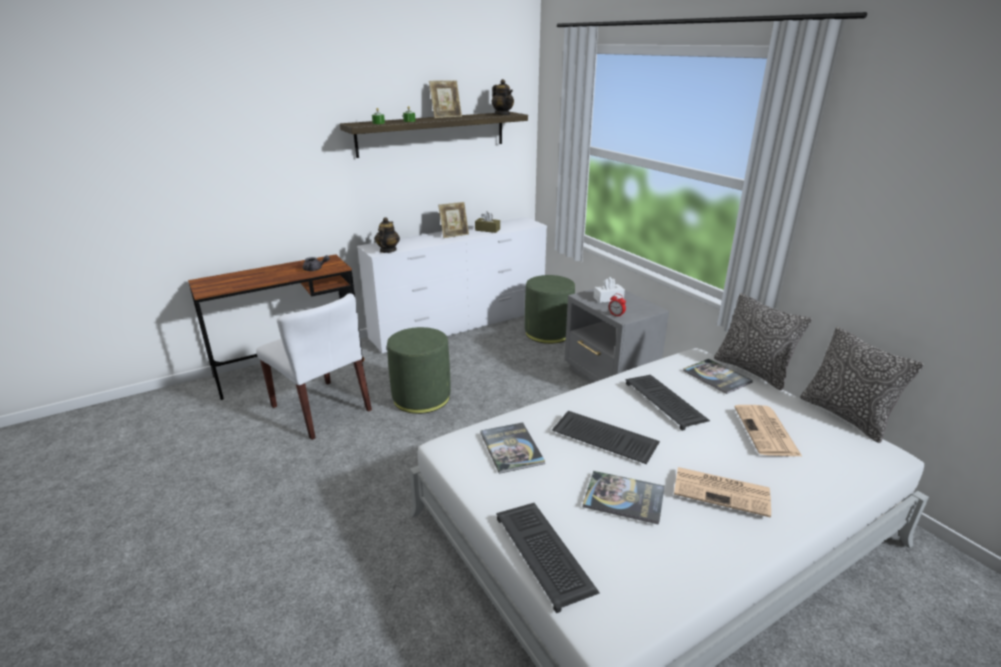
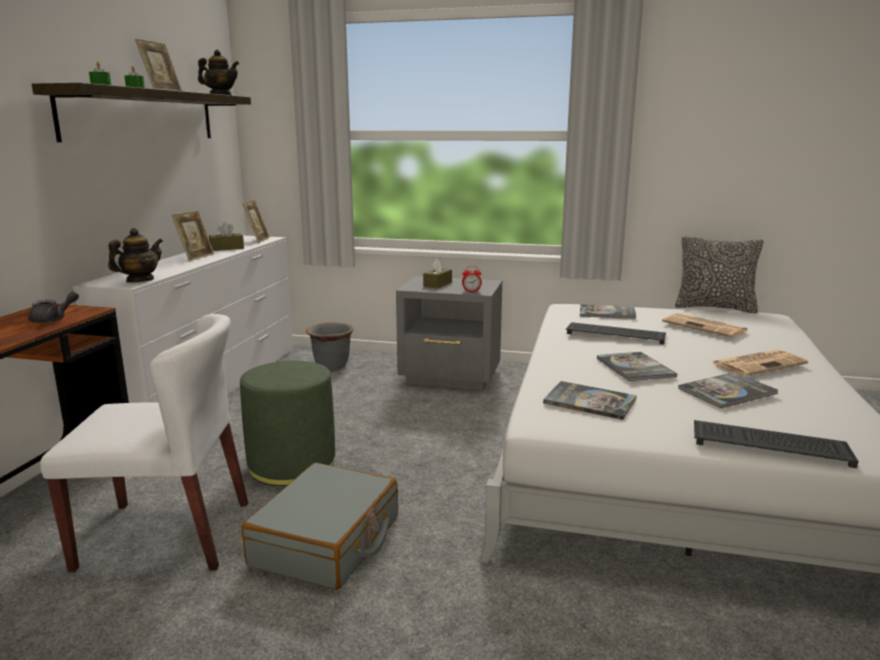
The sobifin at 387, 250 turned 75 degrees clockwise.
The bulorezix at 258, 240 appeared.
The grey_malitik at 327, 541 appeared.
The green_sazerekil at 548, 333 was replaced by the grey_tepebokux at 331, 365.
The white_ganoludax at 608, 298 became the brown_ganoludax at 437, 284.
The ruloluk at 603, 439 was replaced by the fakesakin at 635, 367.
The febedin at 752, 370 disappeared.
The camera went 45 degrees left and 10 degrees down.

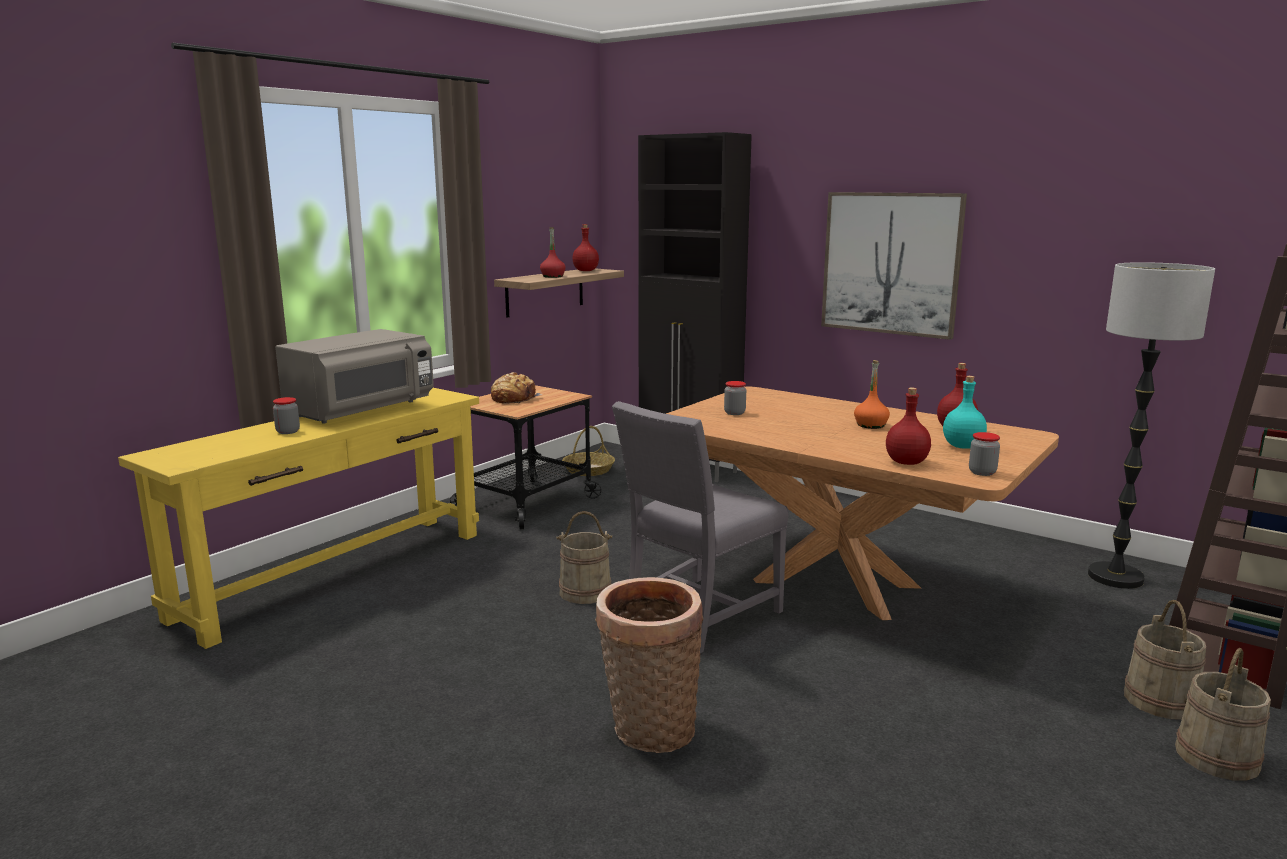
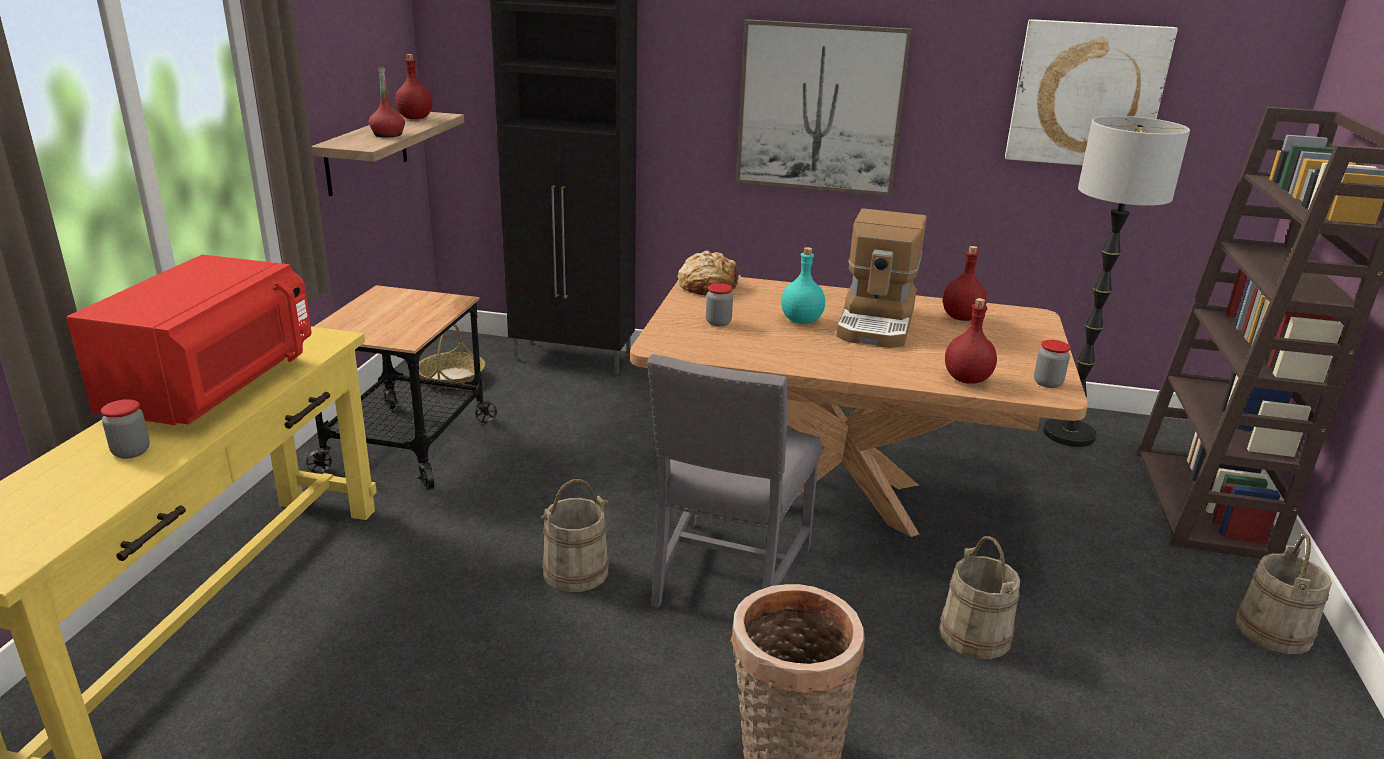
The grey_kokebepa at 361, 411 became the red_kokebepa at 213, 387.
The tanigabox moved from 513, 398 to 707, 285.
The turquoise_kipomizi moved from 963, 446 to 802, 320.
The orange_kipomizi at 871, 425 was replaced by the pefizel at 877, 323.
The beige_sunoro moved from 1161, 700 to 975, 634.
The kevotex at 1086, 95 appeared.
The camera went 25 degrees left and 10 degrees up.

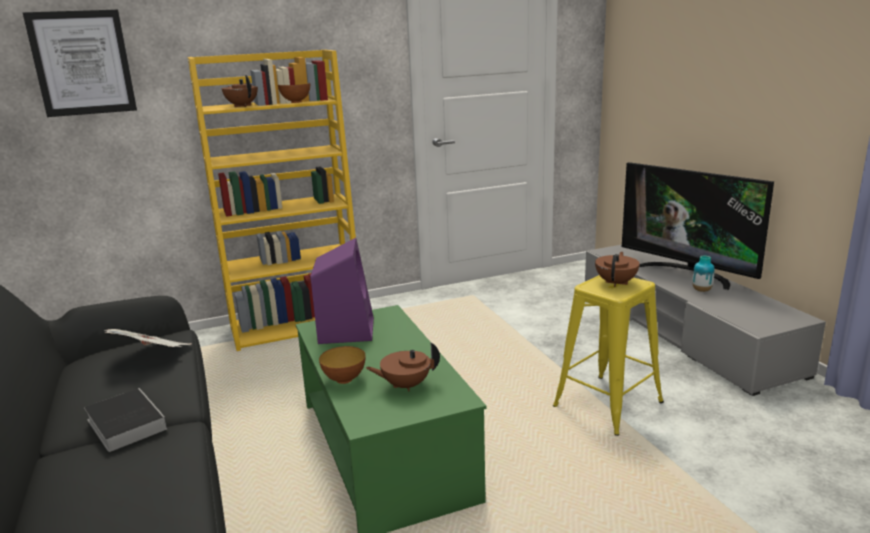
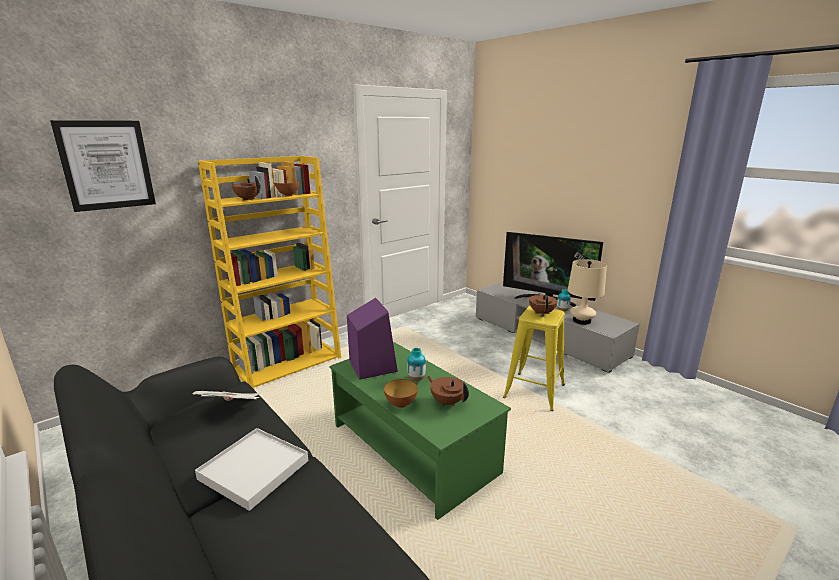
The fakesakin at 125, 423 was replaced by the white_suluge at 254, 470.
The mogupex at 416, 379 appeared.
The brown_sobifin at 405, 385 turned 75 degrees clockwise.
The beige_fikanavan at 581, 321 appeared.
The camera went 20 degrees left and 0 degrees up.

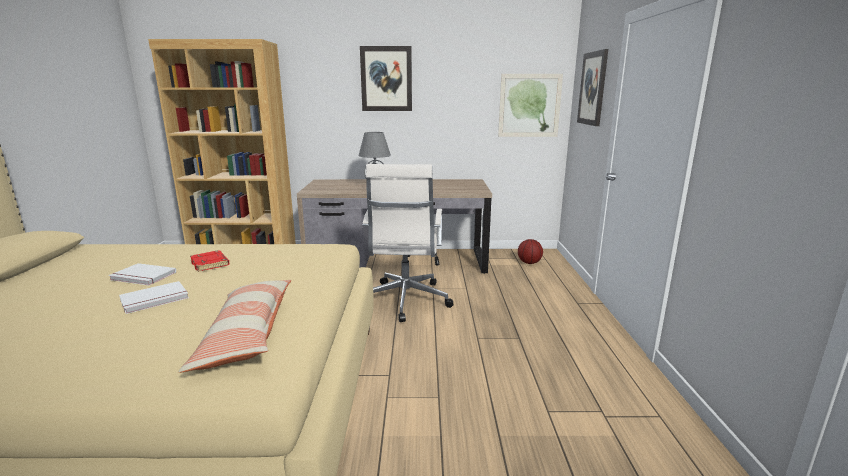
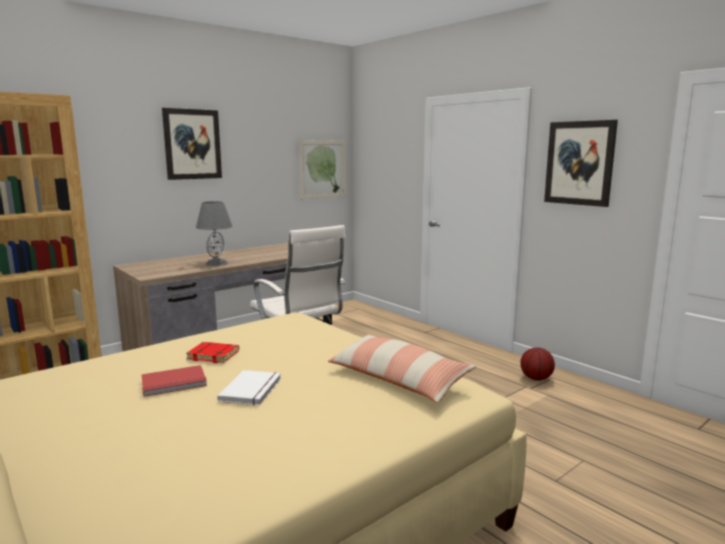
The white_fakesakin at 142, 277 became the red_fakesakin at 174, 383.
The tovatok moved from 529, 263 to 535, 378.
The kevotex moved from 592, 88 to 579, 163.
The camera went 40 degrees left and 5 degrees down.

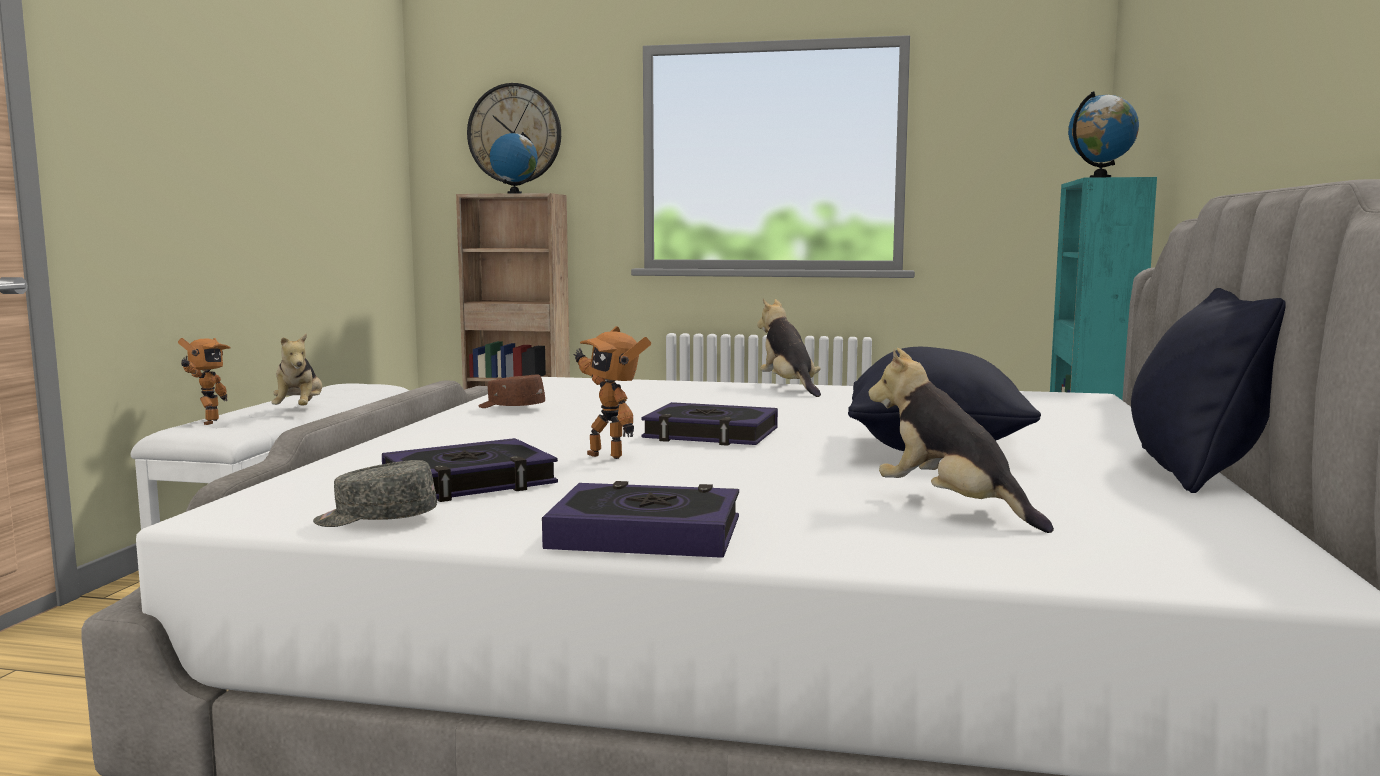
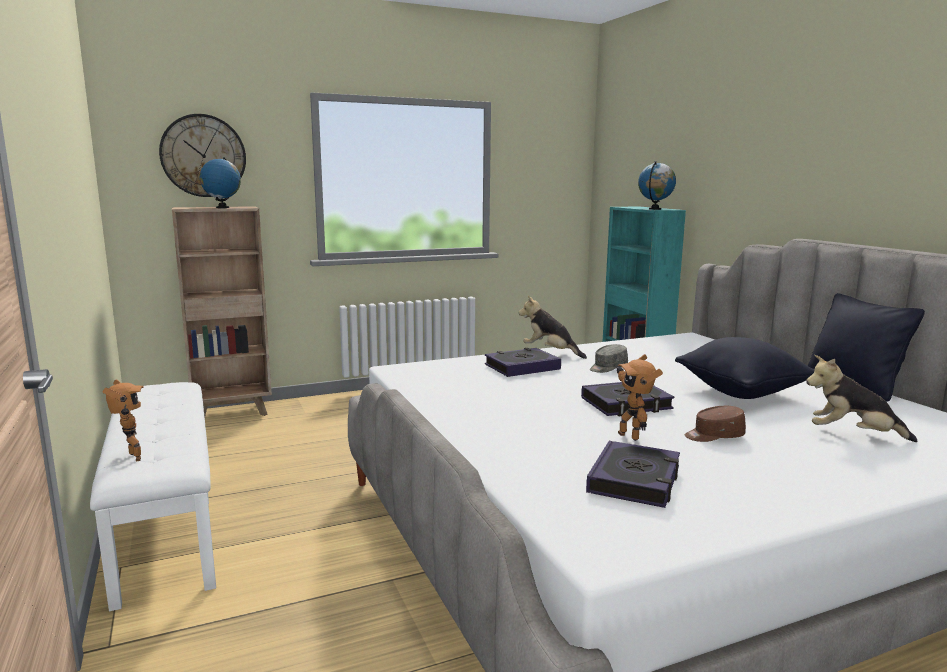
The fakesakin moved from 646, 534 to 522, 367.
The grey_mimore moved from 375, 520 to 607, 368.
The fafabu at 608, 455 turned 60 degrees clockwise.
The brown_mimore moved from 510, 408 to 714, 436.
The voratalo at 300, 410 disappeared.
The camera went 35 degrees left and 5 degrees up.

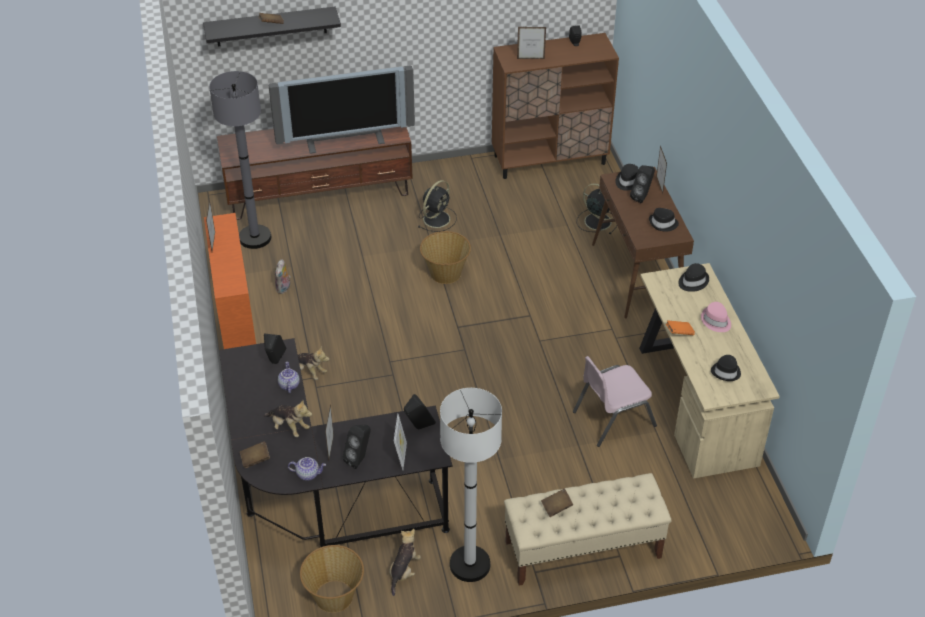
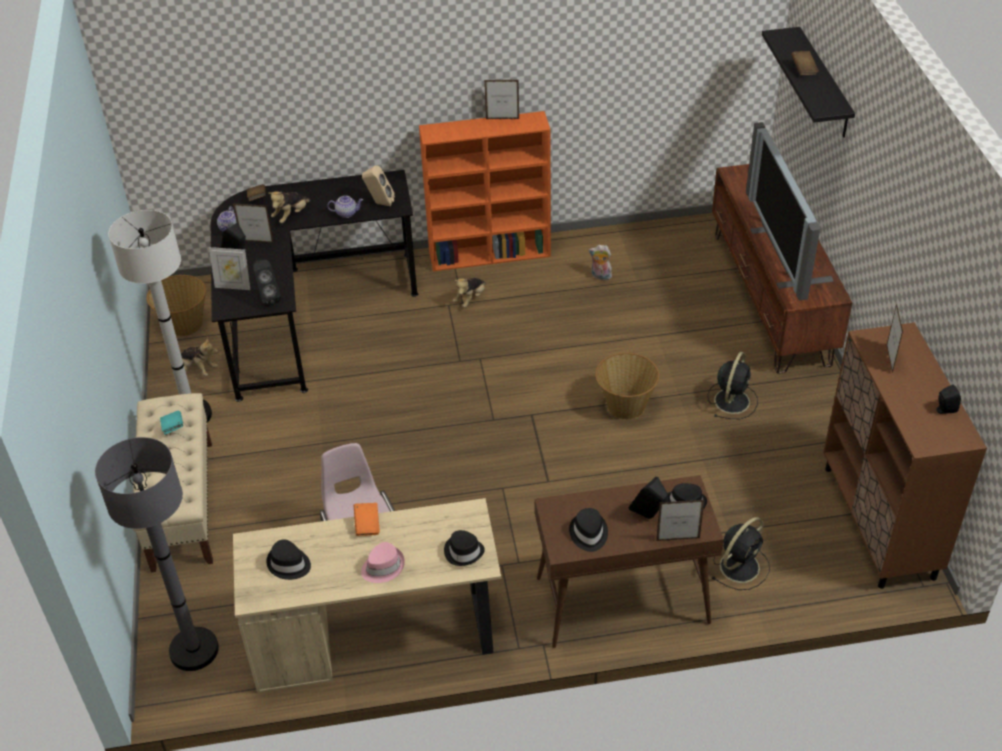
The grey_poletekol moved from 255, 238 to 194, 650.
The brown_fakesakin at 556, 507 became the turquoise_fakesakin at 173, 428.
The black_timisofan at 275, 362 became the beige_timisofan at 379, 203.
The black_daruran at 437, 218 turned 105 degrees counterclockwise.
The camera went 95 degrees right and 0 degrees up.

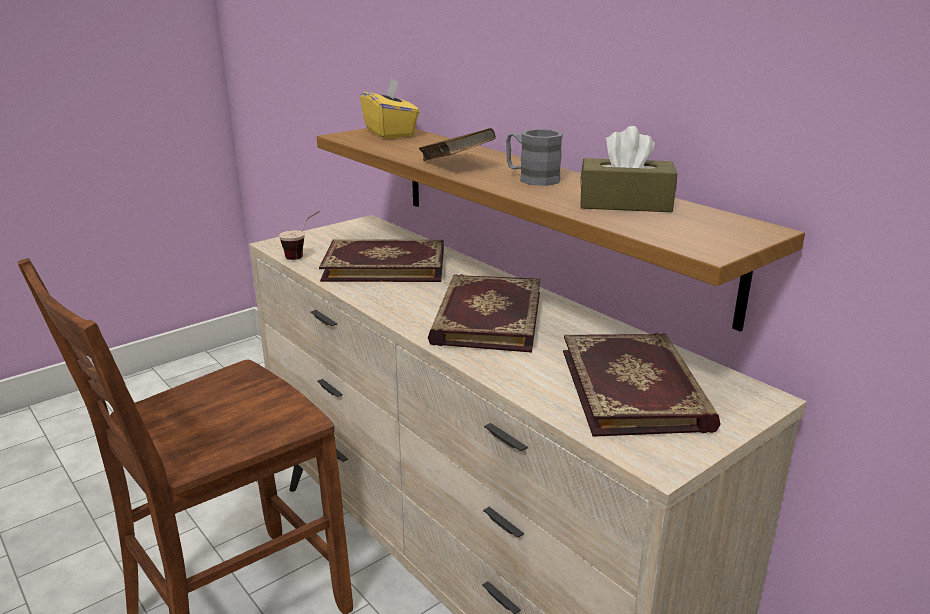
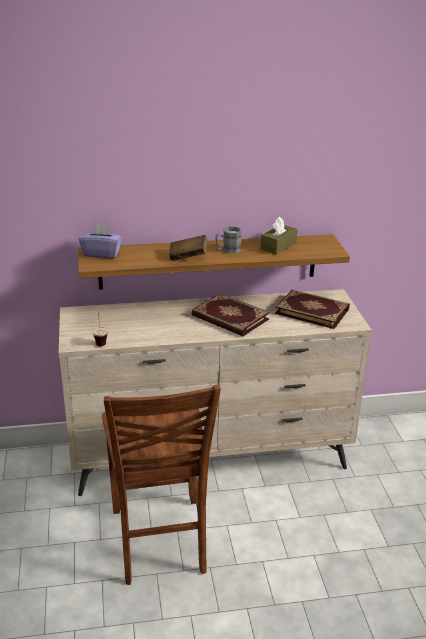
The yellow_ganoludax at 390, 133 became the purple_ganoludax at 101, 254.
The fakesakin at 385, 265 disappeared.
The camera went 60 degrees left and 5 degrees up.

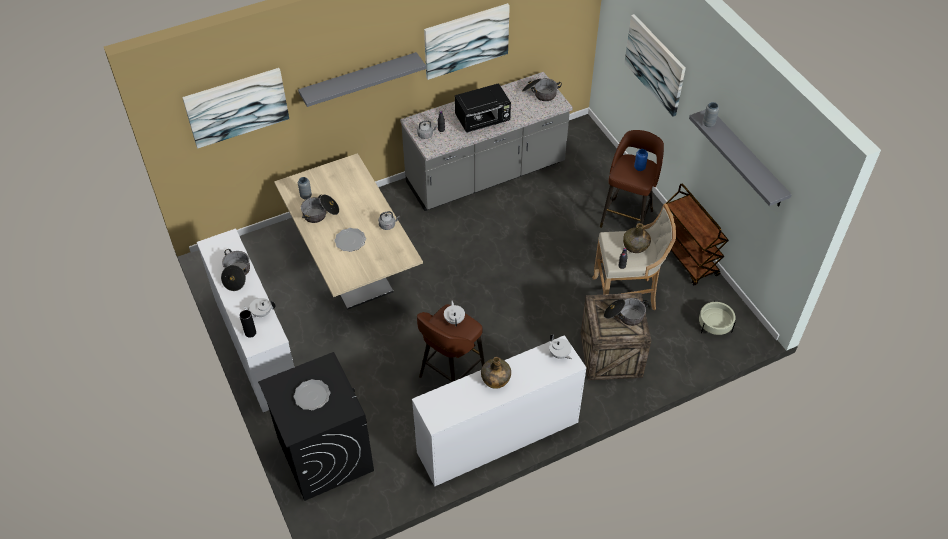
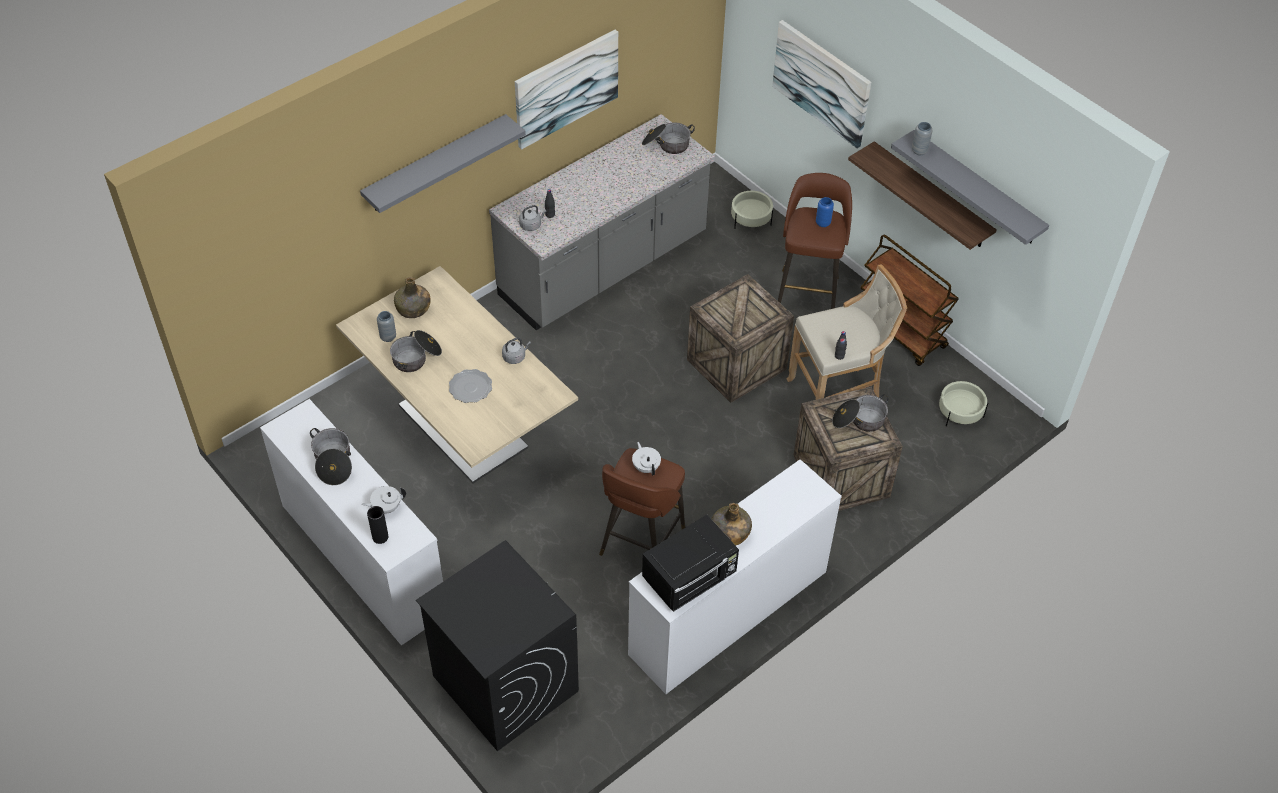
The green_kipomizi moved from 635, 246 to 413, 309.
The black_kokebepa moved from 483, 120 to 690, 578.
The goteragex at 736, 363 appeared.
The beige_tepebokux at 751, 219 appeared.
The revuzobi at 931, 196 appeared.
The kevotex at 237, 107 disappeared.
The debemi at 312, 395 disappeared.
The white_sobifin at 559, 354 disappeared.
The camera went 15 degrees left and 0 degrees up.

